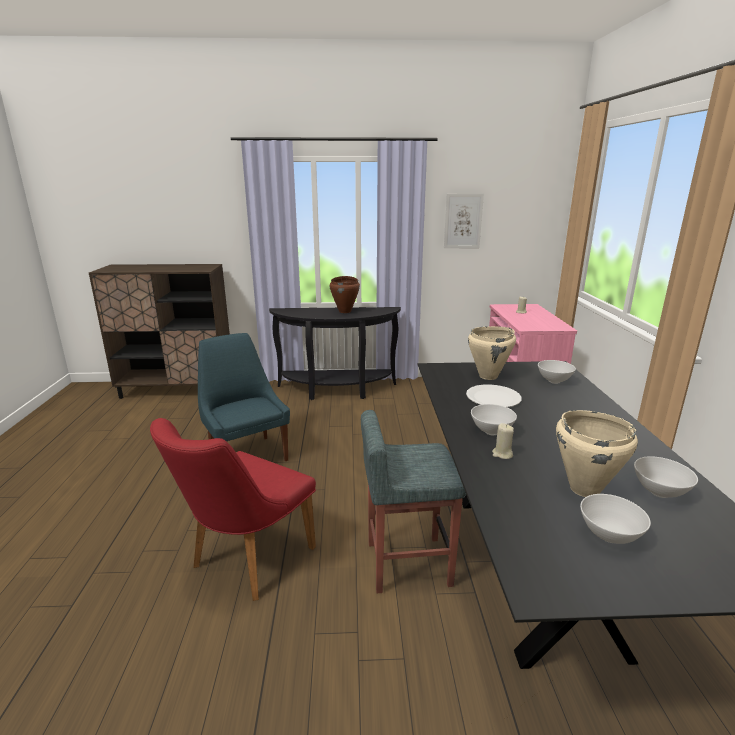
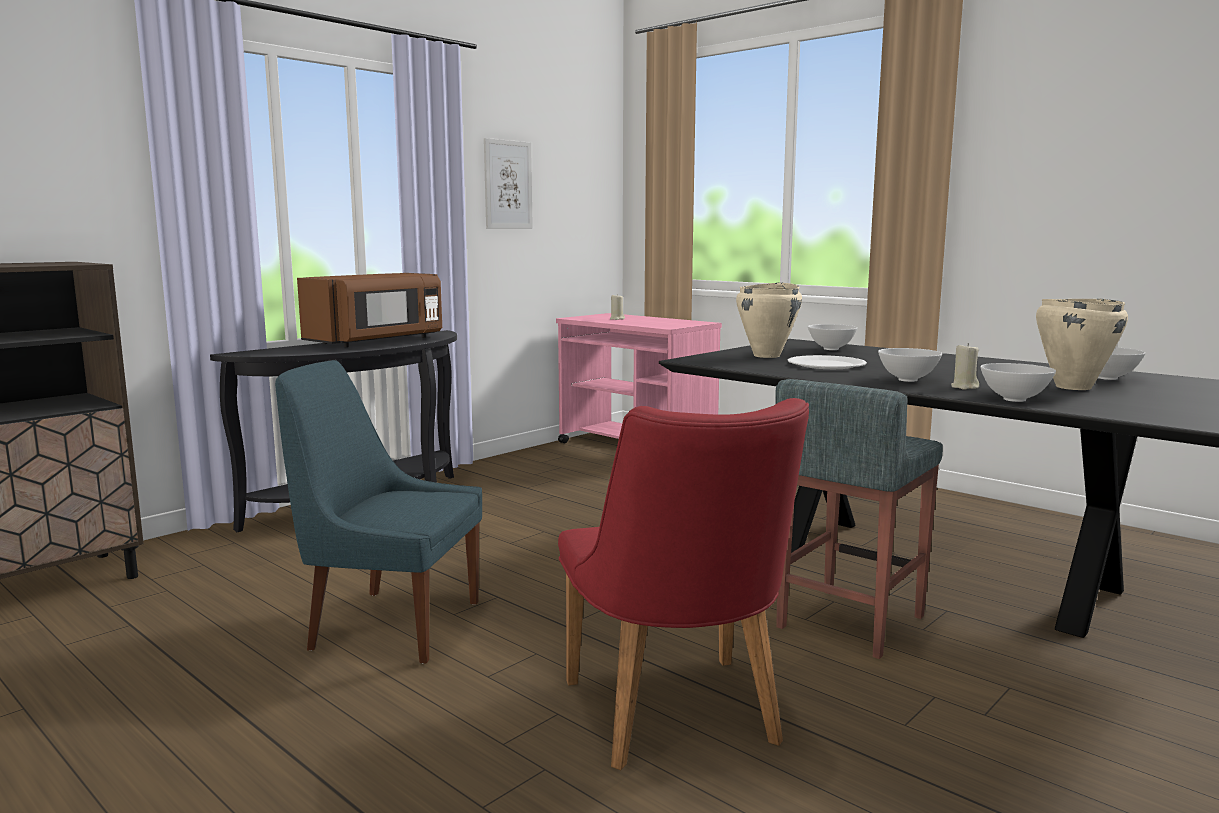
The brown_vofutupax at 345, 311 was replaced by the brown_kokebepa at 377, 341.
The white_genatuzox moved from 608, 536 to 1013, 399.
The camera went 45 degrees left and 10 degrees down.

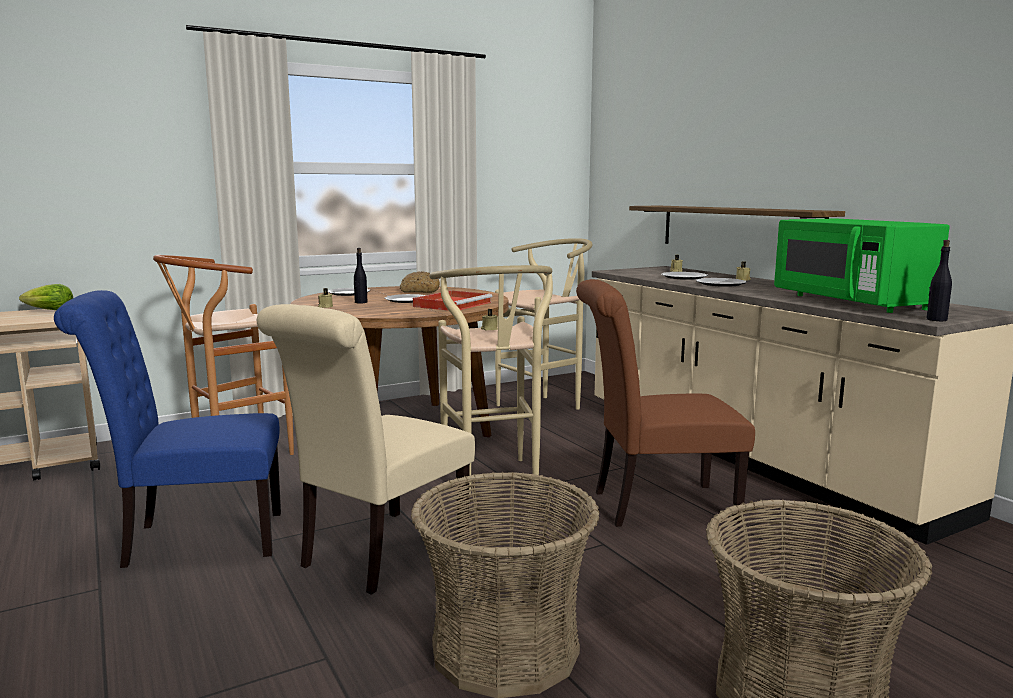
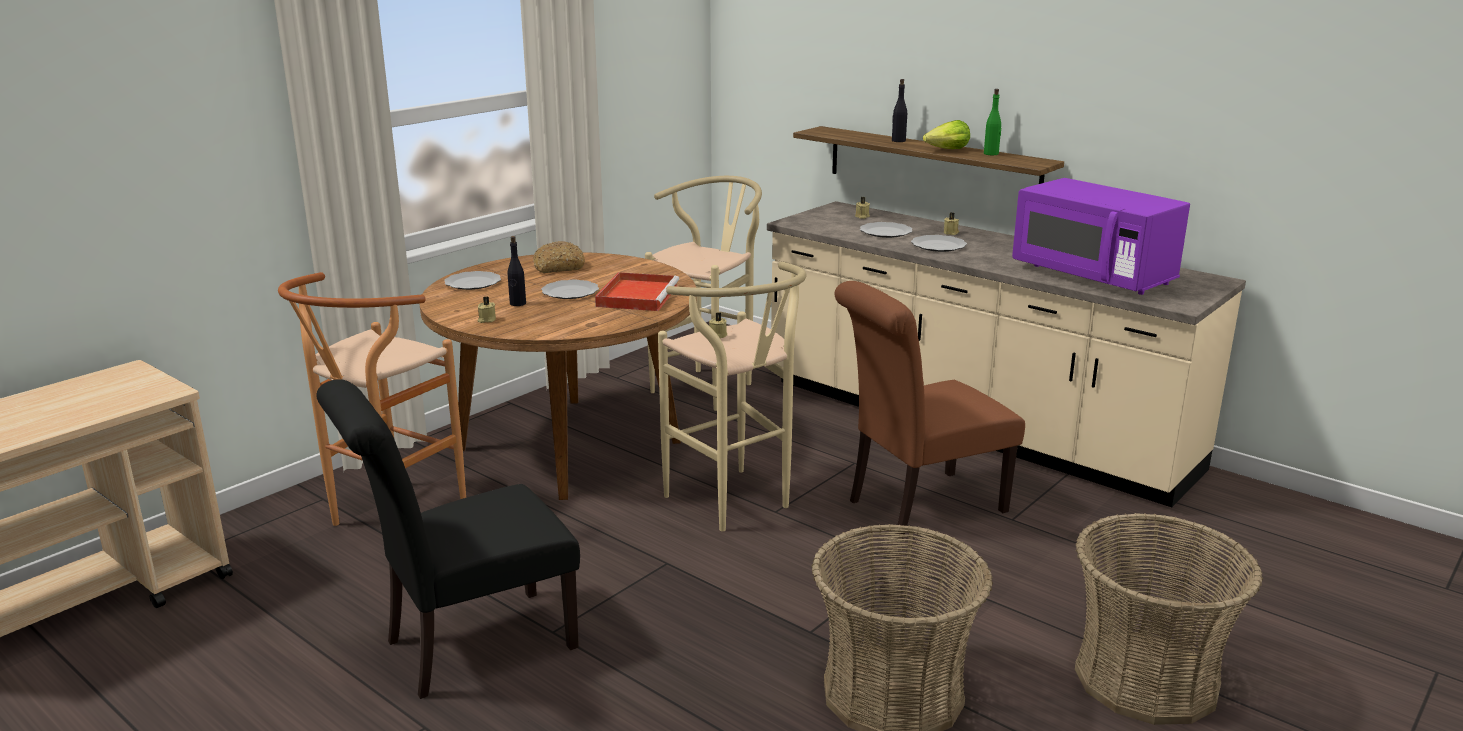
The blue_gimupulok at 194, 540 became the black_gimupulok at 469, 646.
The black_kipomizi moved from 936, 319 to 898, 141.
The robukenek moved from 49, 311 to 947, 150.
The green_kipomizi at 991, 154 appeared.
The green_kokebepa at 851, 302 became the purple_kokebepa at 1092, 275.
The beige_gimupulok at 378, 554 disappeared.
The camera went 20 degrees left and 10 degrees up.

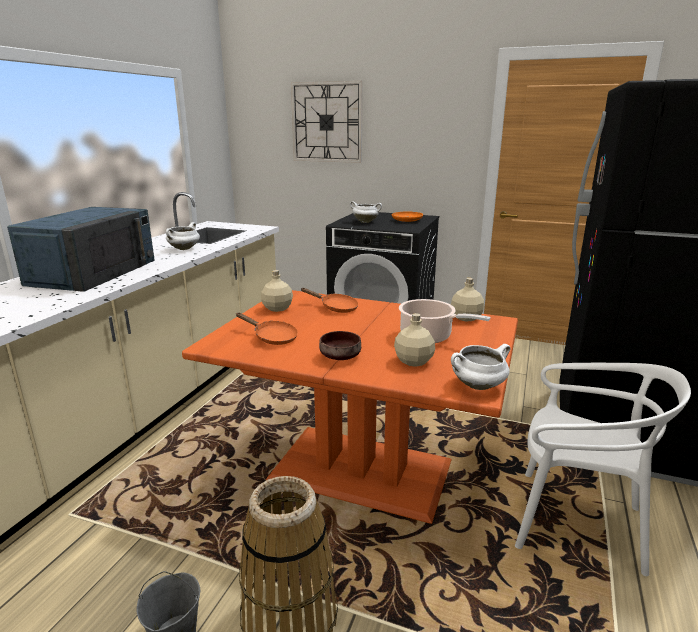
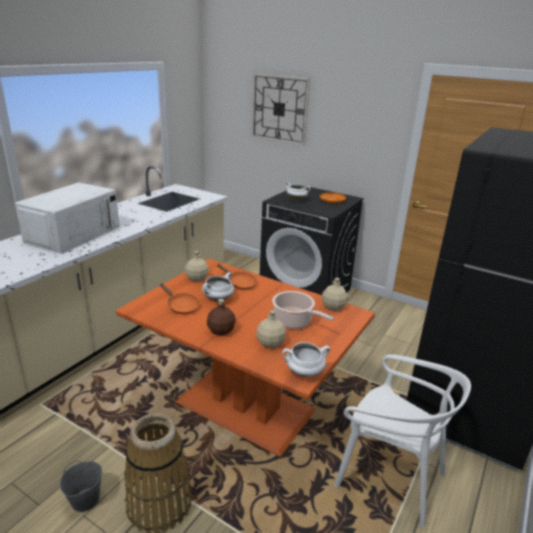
The blue_kokebepa at 93, 272 became the white_kokebepa at 74, 234.
The white_vofutupax moved from 184, 249 to 218, 299.
The brown_genatuzox at 341, 356 was replaced by the brown_kipomizi at 221, 331.
The camera went 10 degrees right and 5 degrees up.

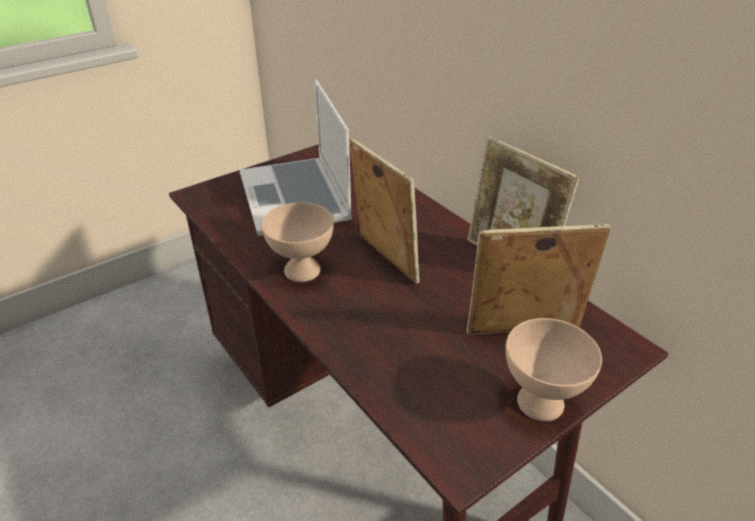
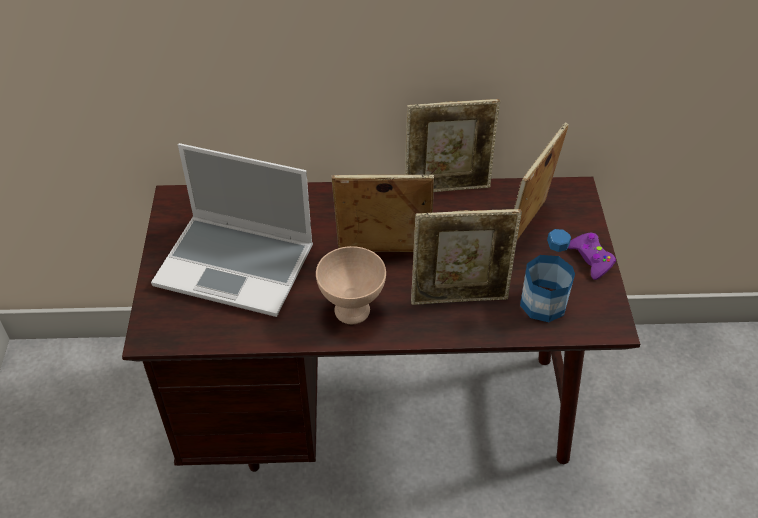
The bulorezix at 460, 297 appeared.
The kipomizi at 543, 303 appeared.
The beige_genatuzox at 541, 404 was replaced by the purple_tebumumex at 591, 259.
The camera went 55 degrees left and 10 degrees up.

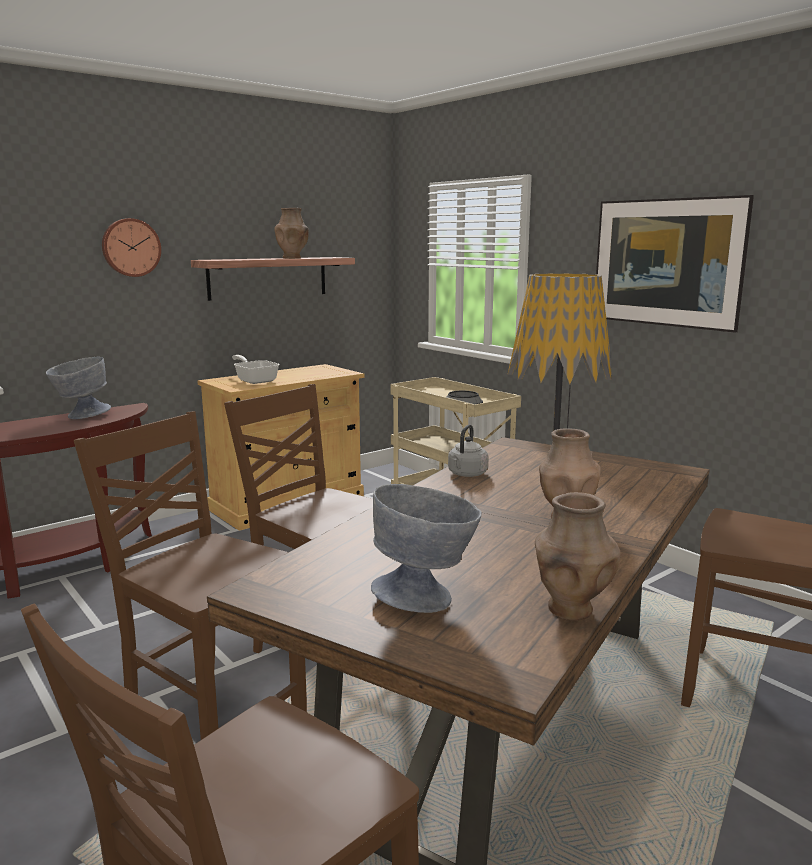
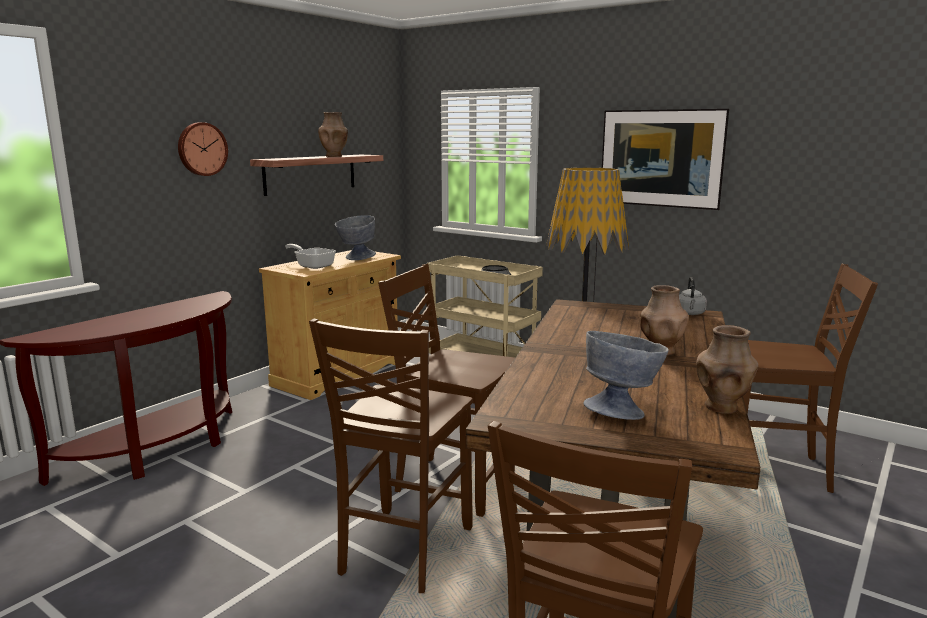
The brown_gimupulok at 213, 728 turned 90 degrees counterclockwise.
The grey_genatuzox moved from 81, 416 to 356, 258.
The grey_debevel moved from 466, 474 to 690, 313.
The camera went 15 degrees left and 0 degrees up.

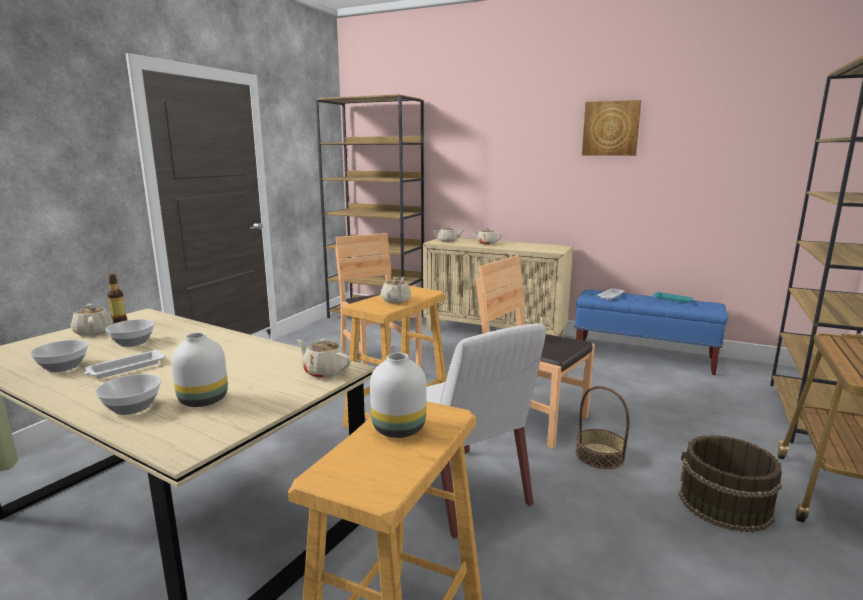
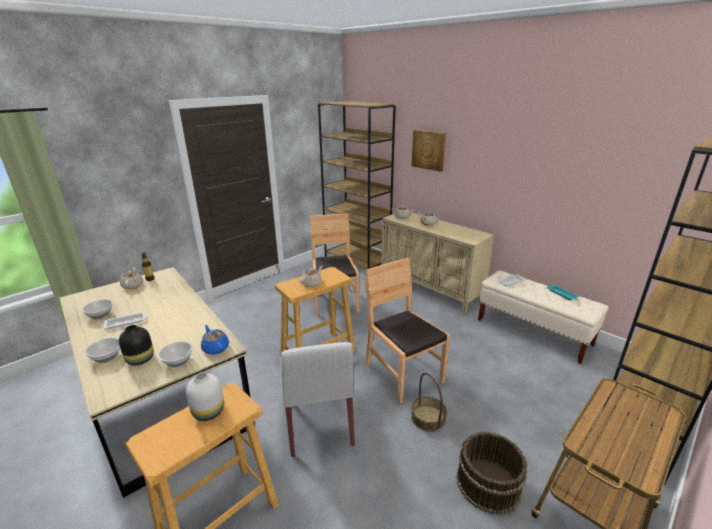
The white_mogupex at 204, 399 became the black_mogupex at 141, 359.
The genatuzox moved from 133, 342 to 178, 361.
The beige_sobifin at 324, 371 became the blue_sobifin at 215, 348.
The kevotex moved from 611, 128 to 428, 150.
The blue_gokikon at 643, 356 became the beige_gokikon at 533, 332.
The camera went 20 degrees right and 10 degrees up.

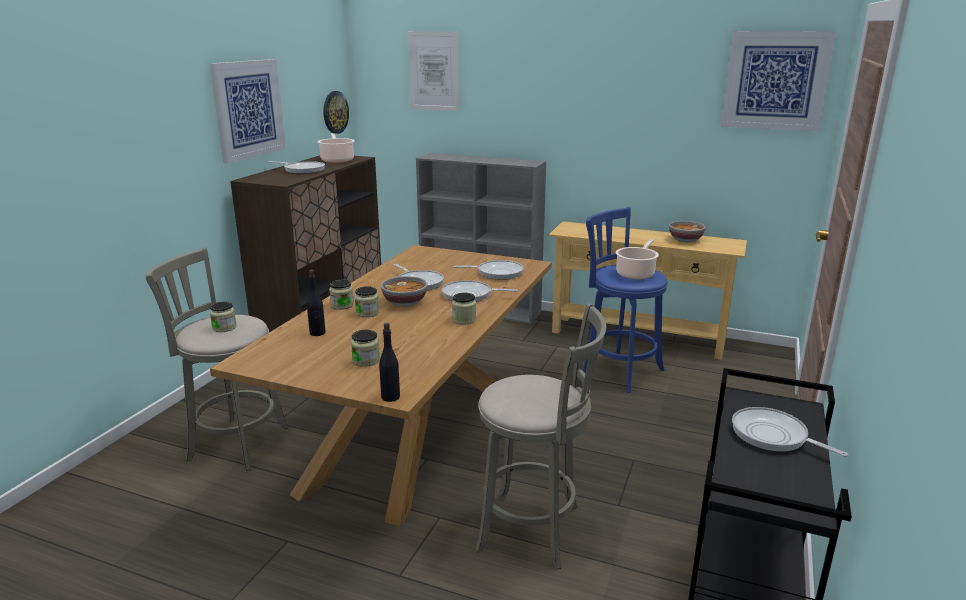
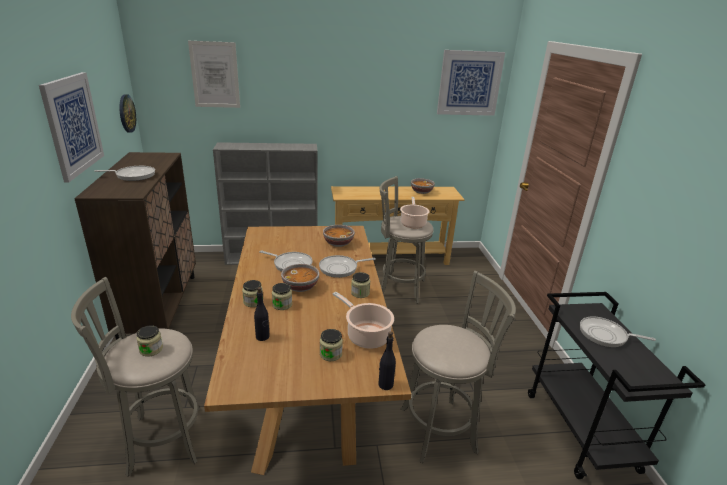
The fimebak at 497, 273 was replaced by the genatuzox at 338, 243.
The vofutupax moved from 337, 160 to 366, 335.
The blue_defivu at 618, 370 became the grey_defivu at 399, 287.
The camera went 30 degrees left and 5 degrees up.

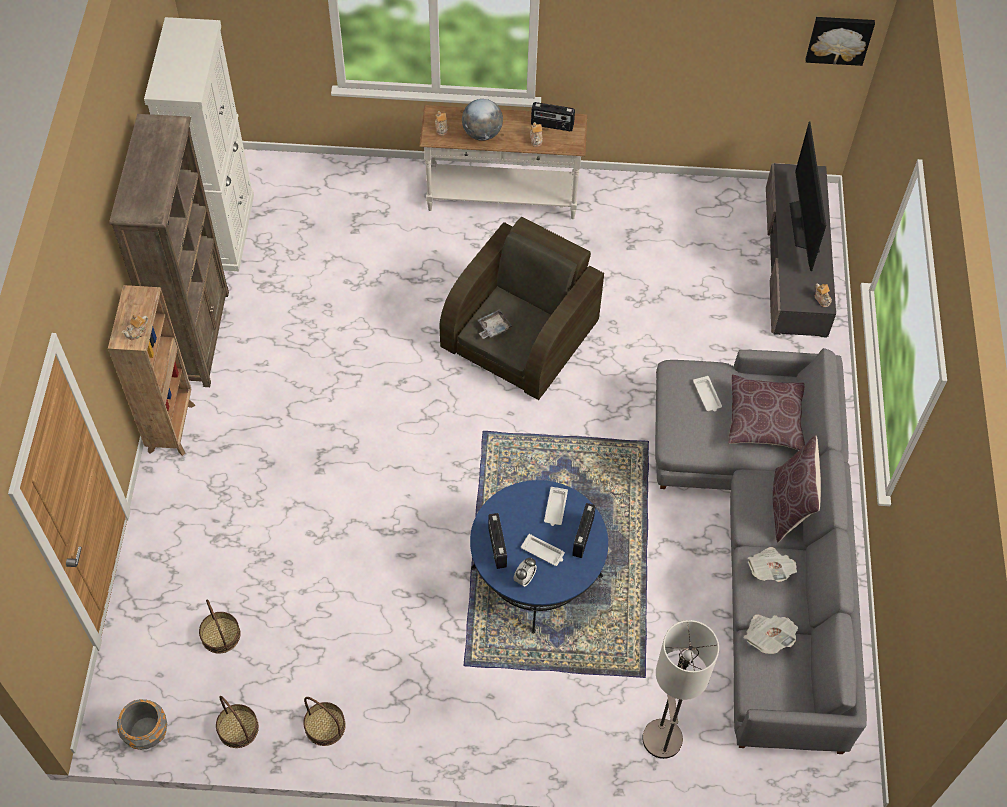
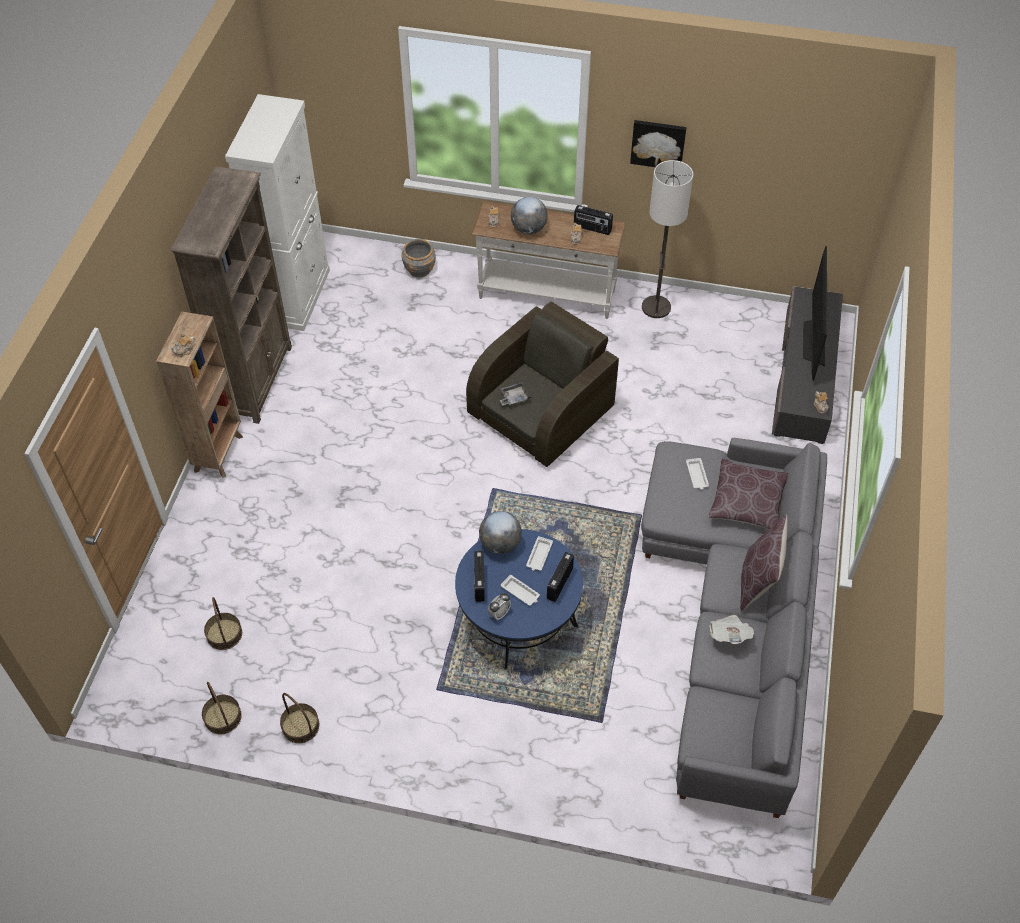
The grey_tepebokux moved from 146, 733 to 419, 269.
The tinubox at 500, 544 appeared.
The kevotex moved from 839, 39 to 658, 143.
The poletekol moved from 662, 739 to 656, 308.
The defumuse at 768, 637 disappeared.
The camera went 10 degrees right and 5 degrees down.

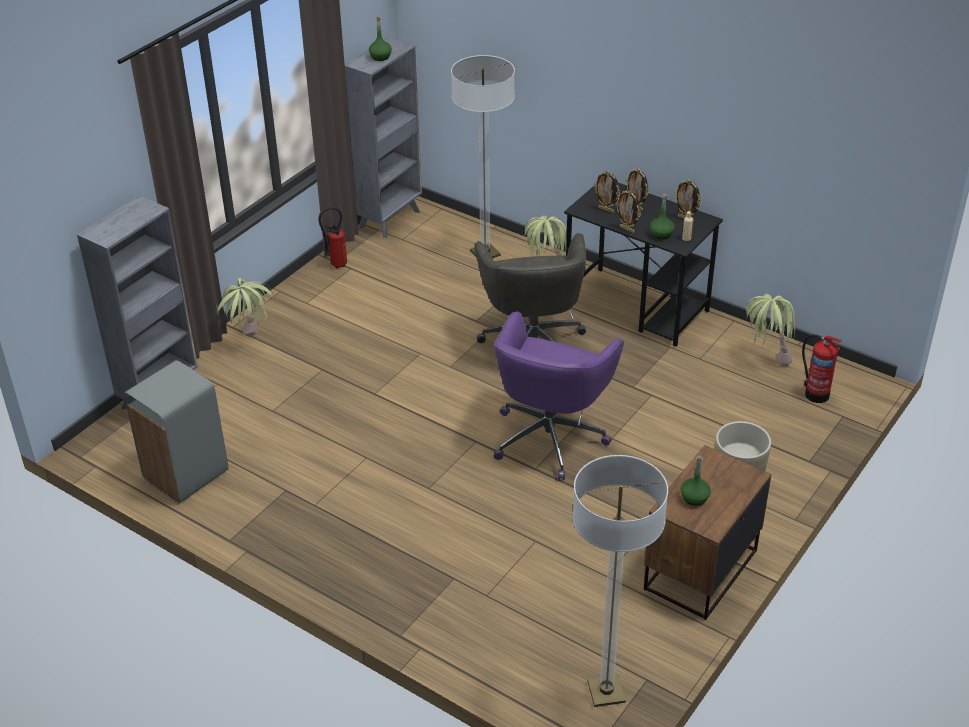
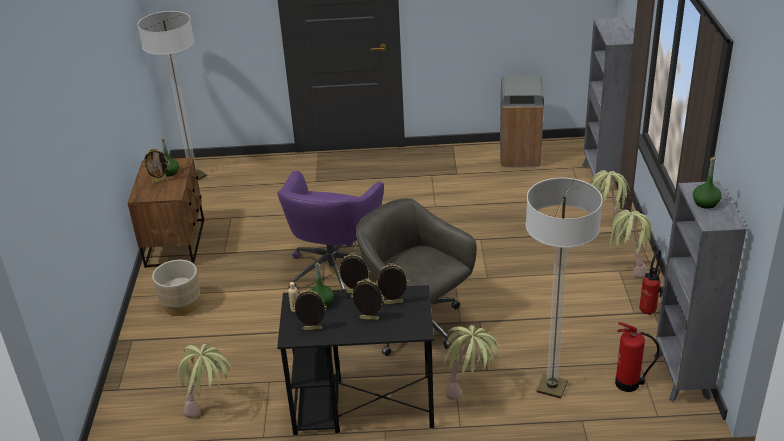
The bulorezix at 160, 182 appeared.
The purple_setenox at 550, 436 turned 150 degrees counterclockwise.
The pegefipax at 627, 269 appeared.
The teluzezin moved from 815, 393 to 629, 384.
The camera went 145 degrees right and 5 degrees down.

